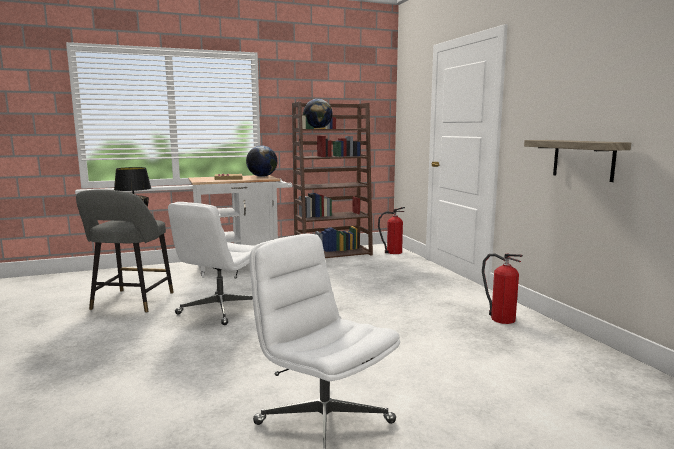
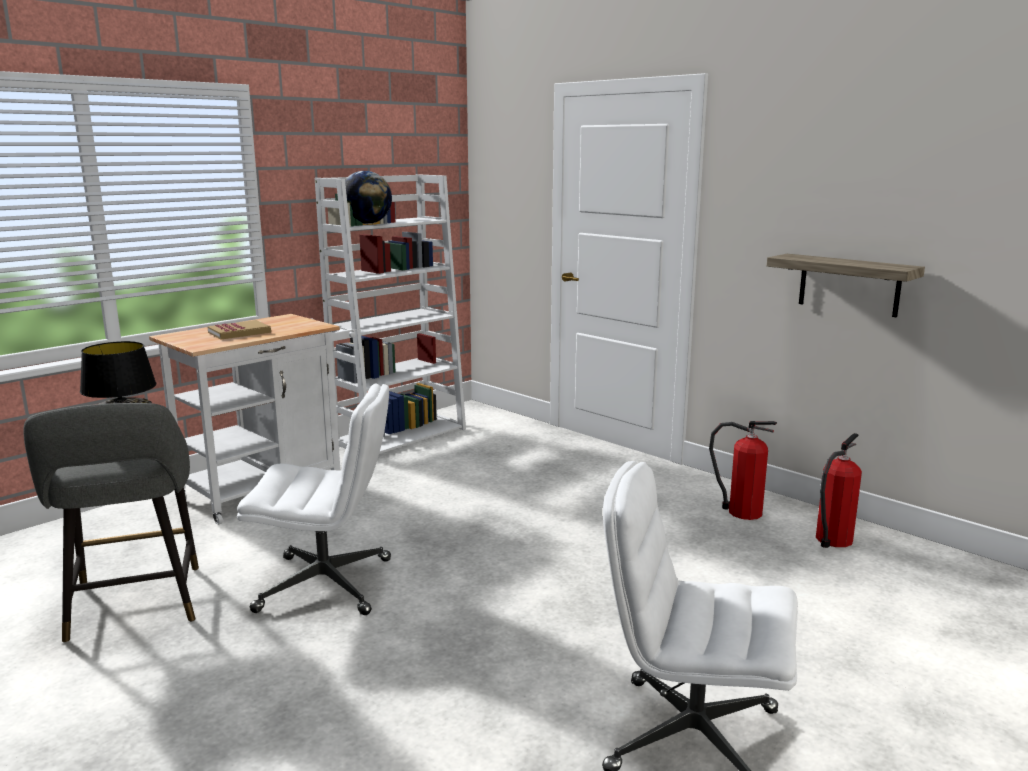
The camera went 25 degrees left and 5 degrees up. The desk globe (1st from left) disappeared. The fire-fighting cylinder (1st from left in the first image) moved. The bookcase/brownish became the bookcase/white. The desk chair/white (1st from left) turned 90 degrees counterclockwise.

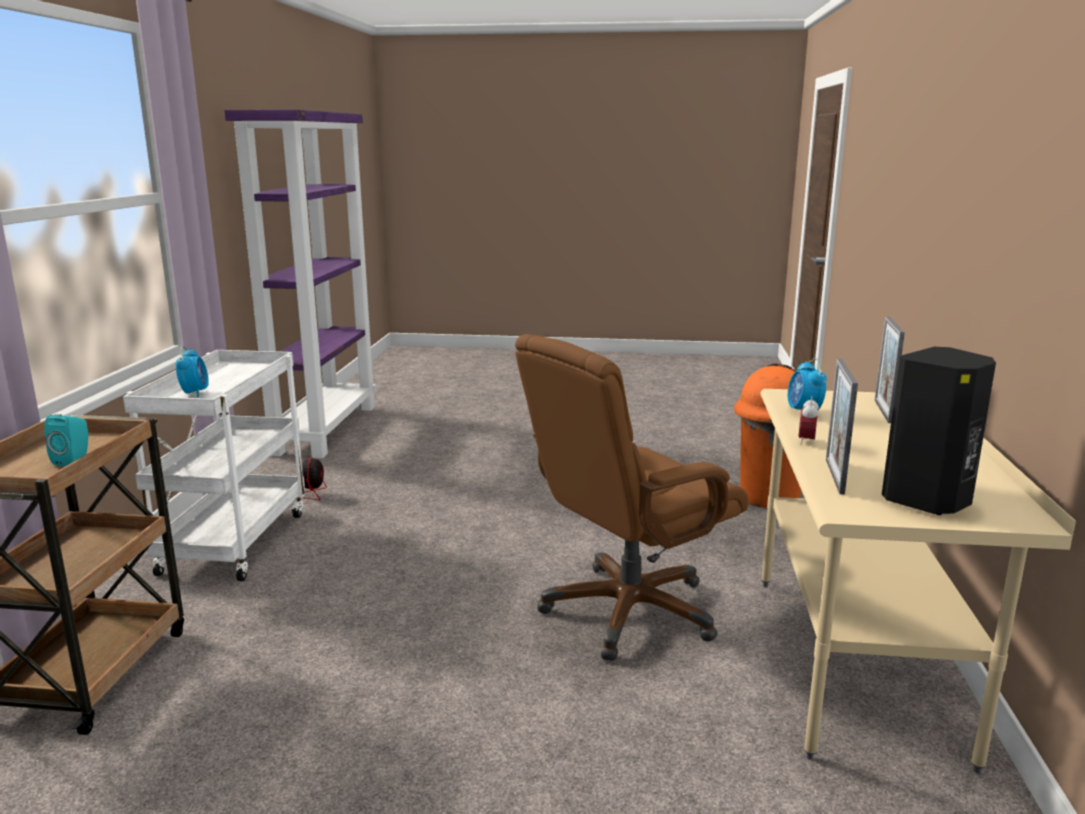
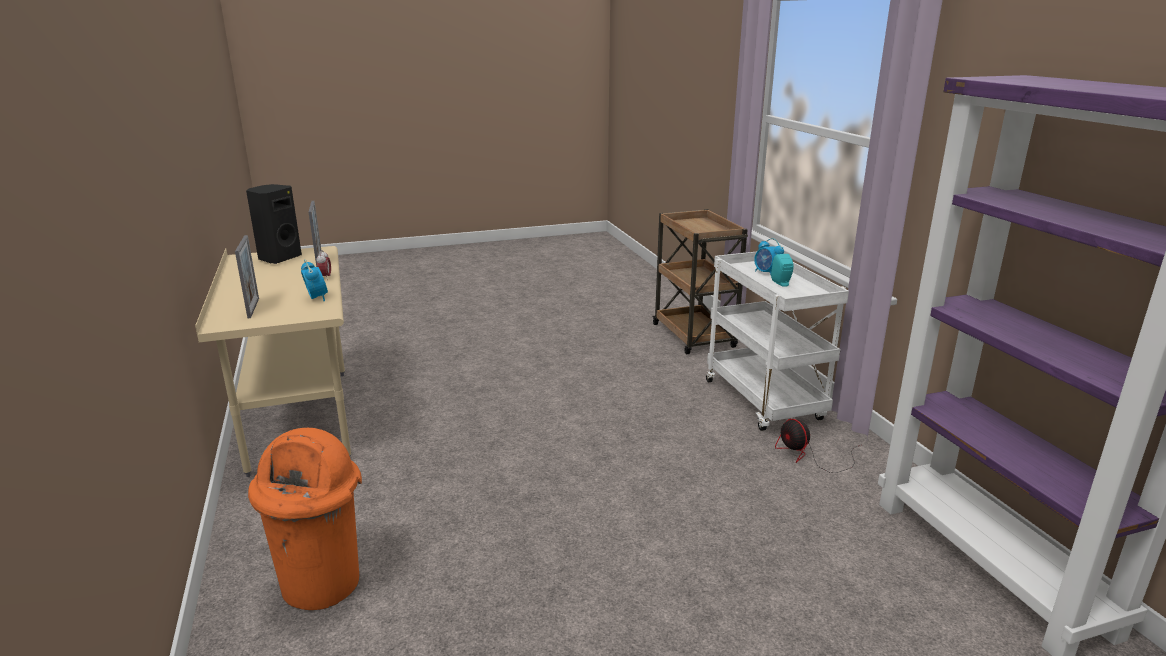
The camera went 155 degrees right and 5 degrees up. The desk chair/brownish disappeared. The audio speaker/blue-green moved.

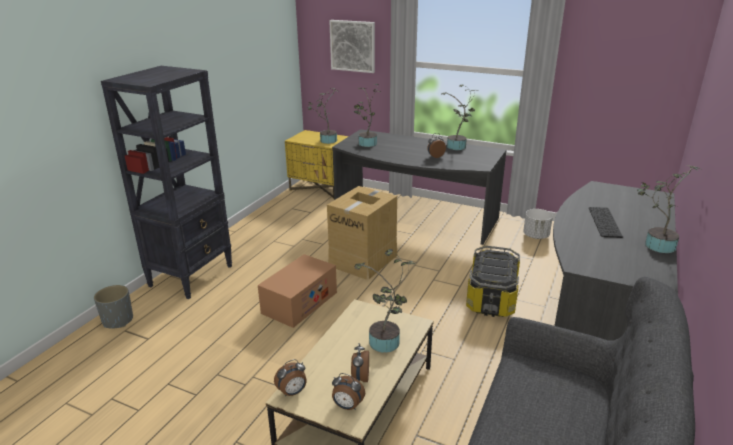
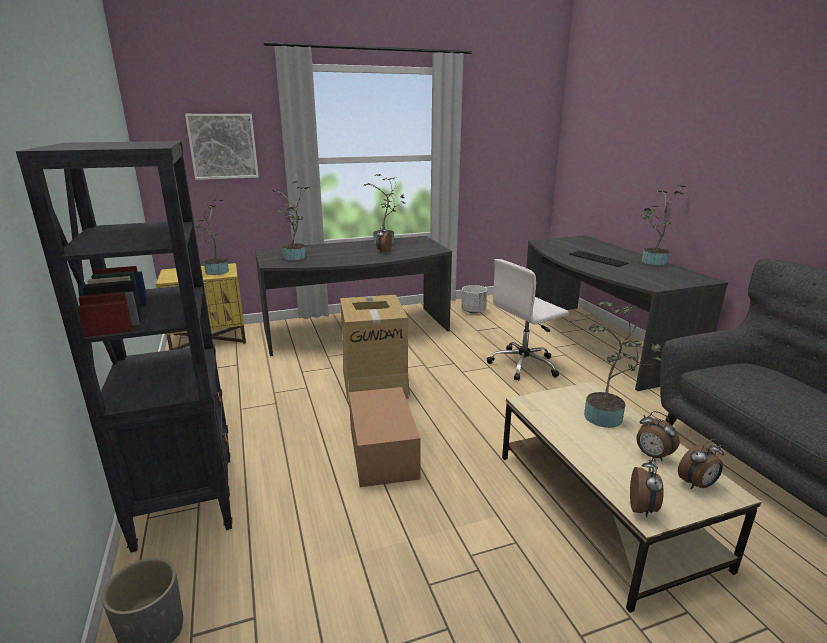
The camera went 45 degrees left and 5 degrees down. The storage box was replaced by the desk chair/white.

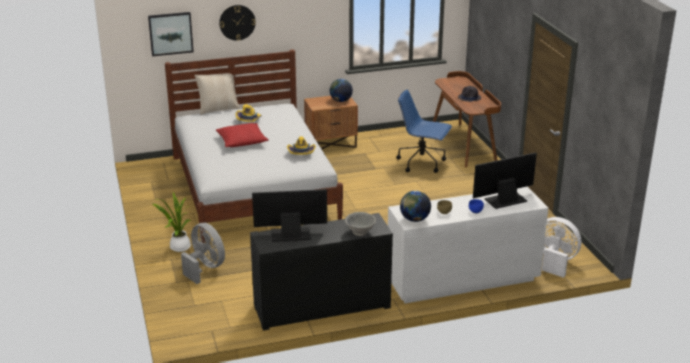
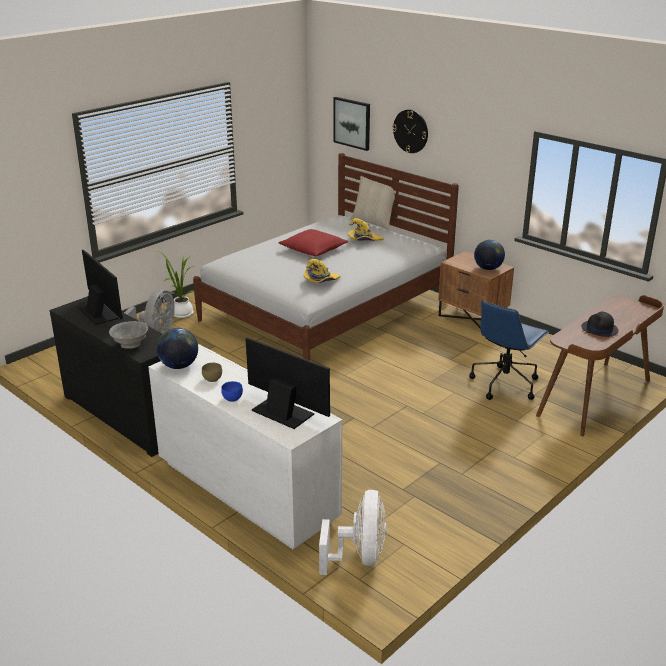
The camera went 60 degrees right and 0 degrees up. The desk chair/blue-coloured turned 135 degrees counterclockwise.

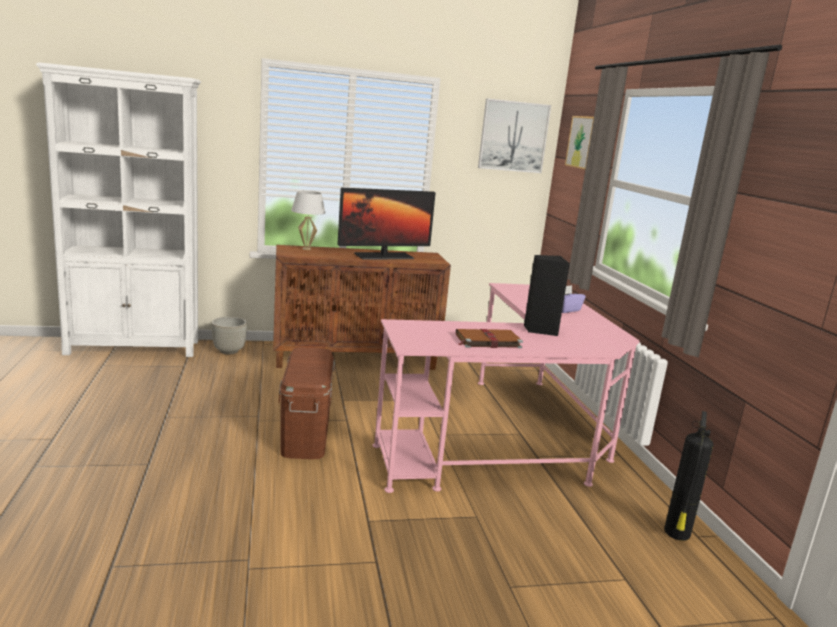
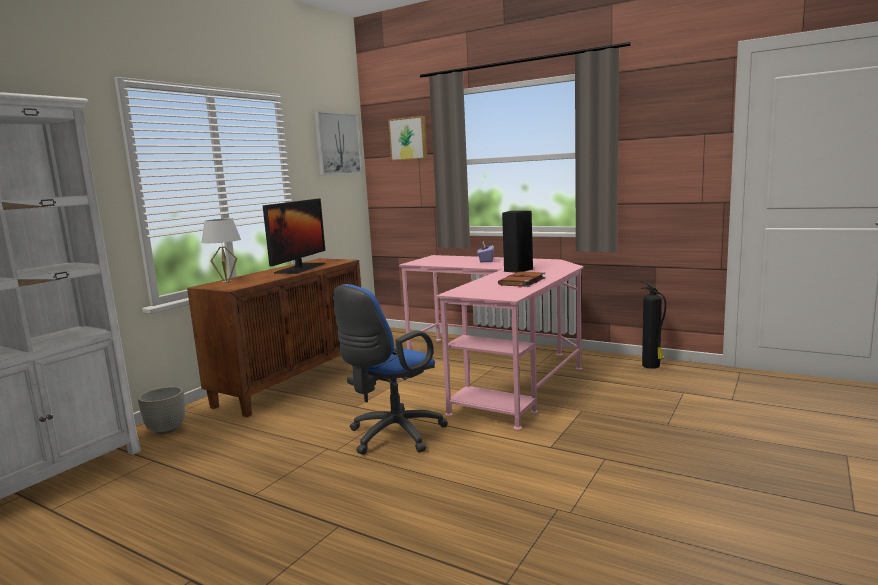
The camera went 45 degrees left and 5 degrees down. The storage box/brownish was replaced by the desk chair/blue-coloured.

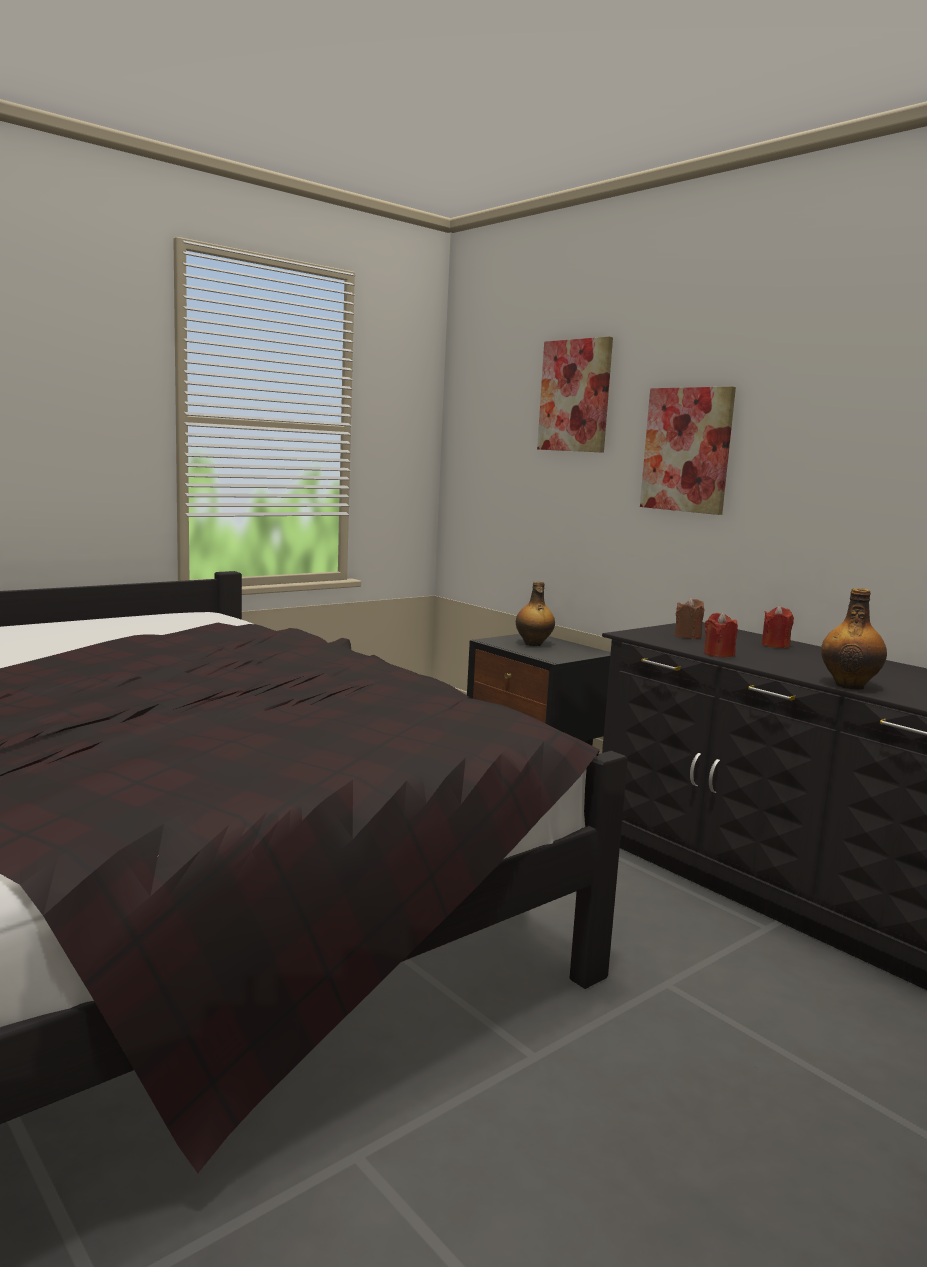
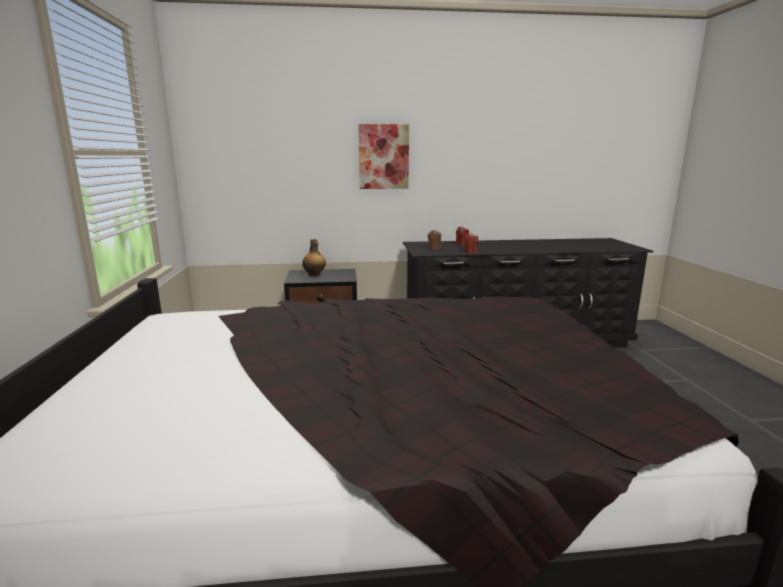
The camera went 55 degrees left and 5 degrees up. The picture (1st from left) disappeared. The bottle (2nd from left) disappeared.

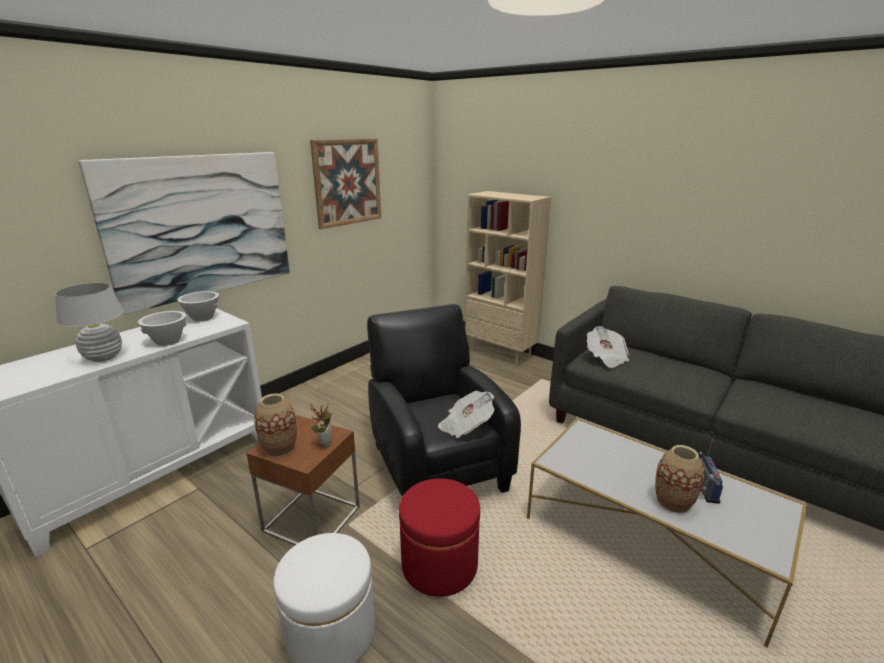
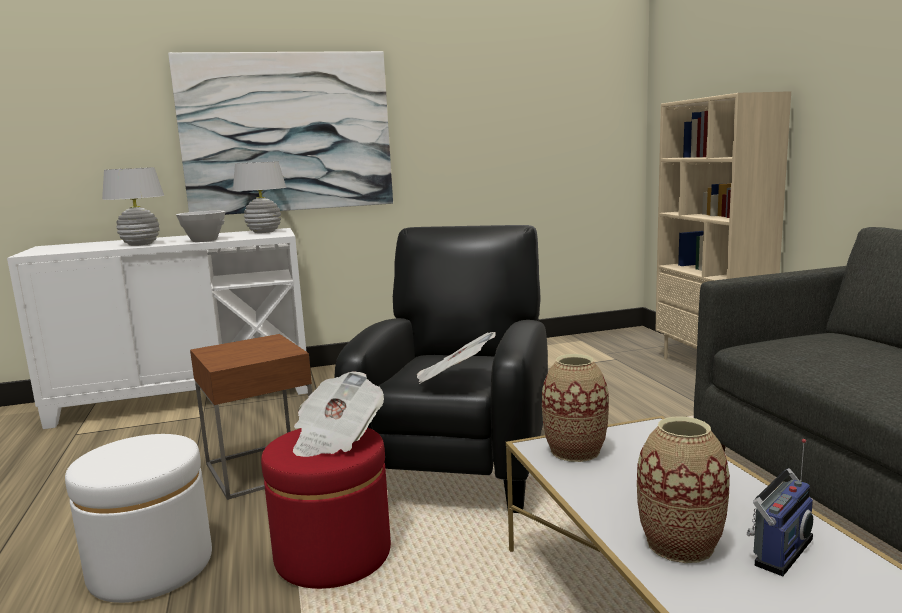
The camera went 35 degrees right and 10 degrees down. The picture (2nd from left) disappeared. The houseplant disappeared. The flower vase (1st from left) moved. The newspaper (2nd from left in the first image) moved. The bowl/white (2nd from left) was replaced by the lamp for a table/white (2nd from left).

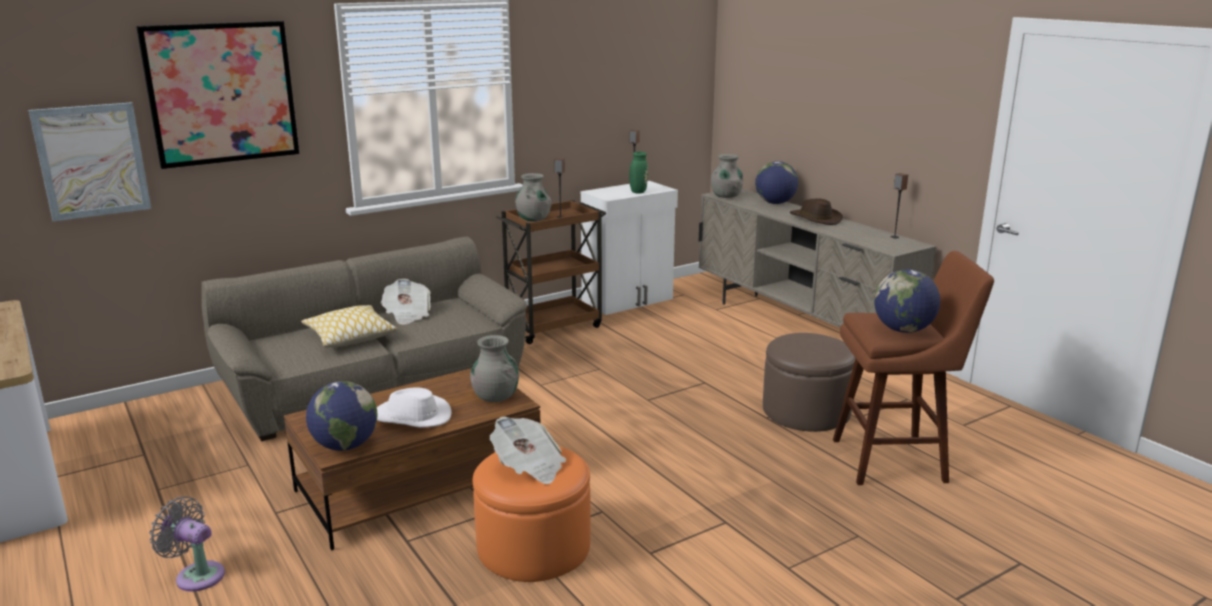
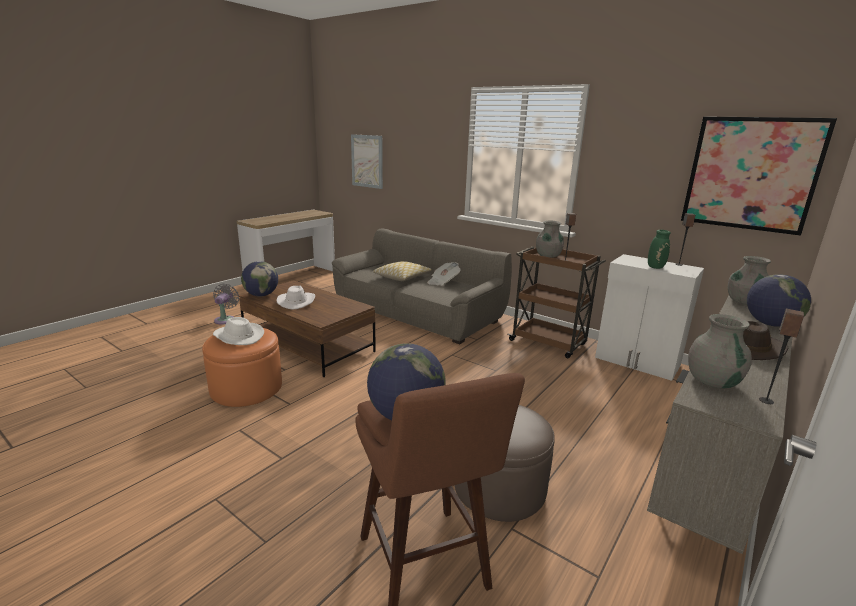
The camera went 70 degrees right and 0 degrees up. The picture (2nd from left) moved. The flower vase/grey (1st from left in the first image) moved. The newspaper (2nd from left) was replaced by the hat/white (1st from left).

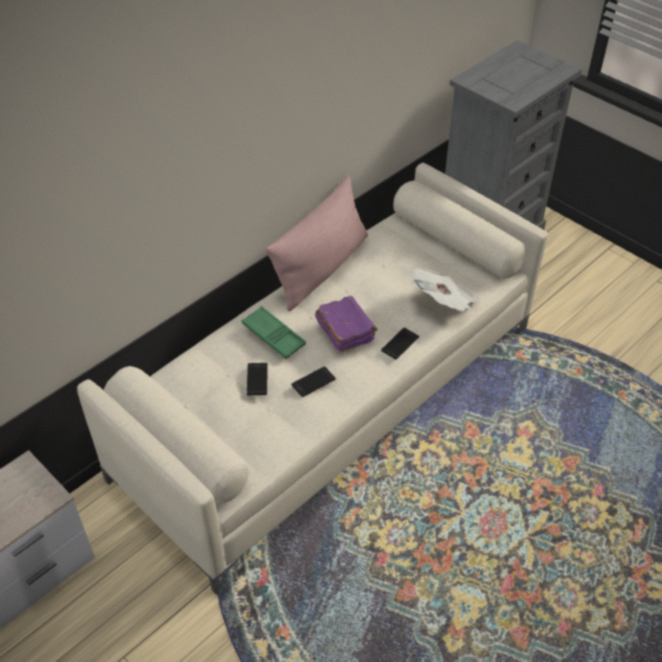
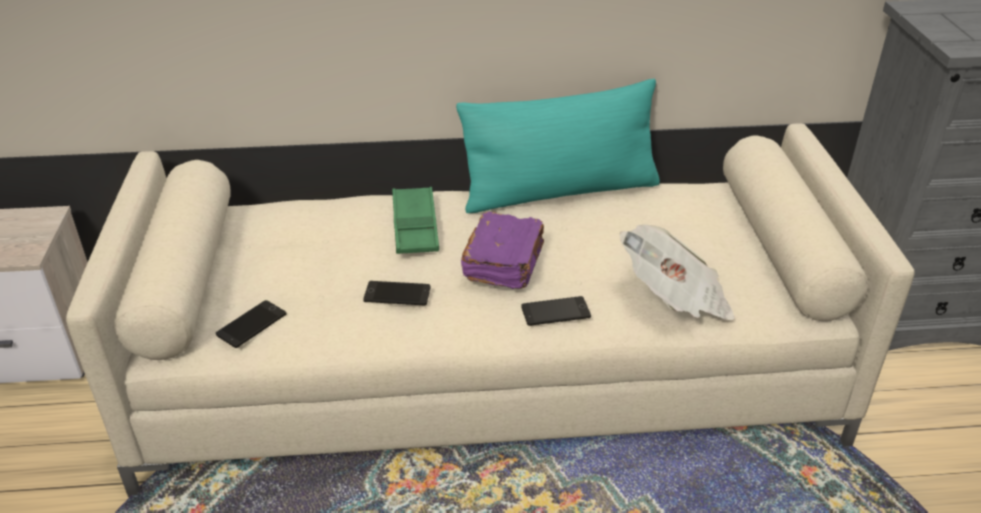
The camera went 40 degrees right and 10 degrees down. The telephone (1st from left) moved. The cushion/pink became the cushion/blue-green.

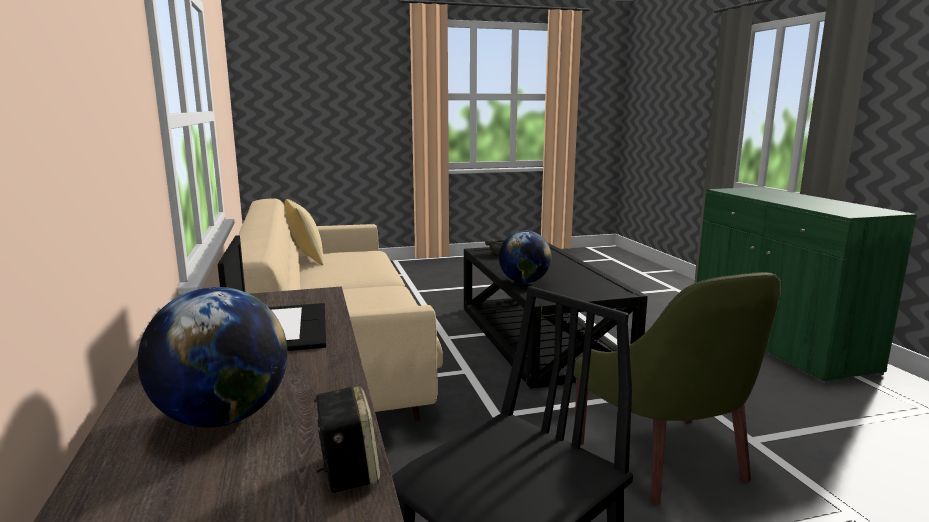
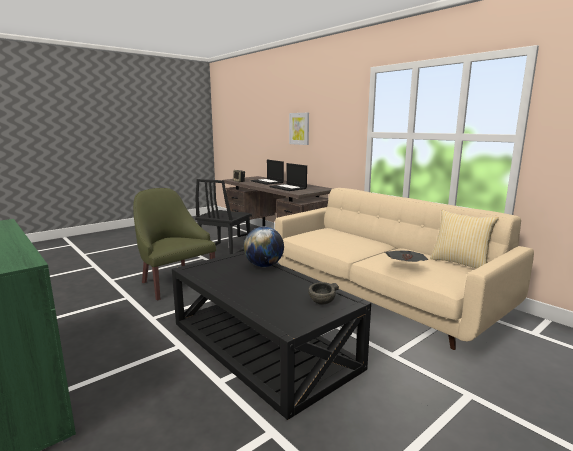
The camera went 155 degrees right and 0 degrees up. The picture appeared. The newspaper appeared. The desk globe (1st from left) was replaced by the laptop (1st from left).

